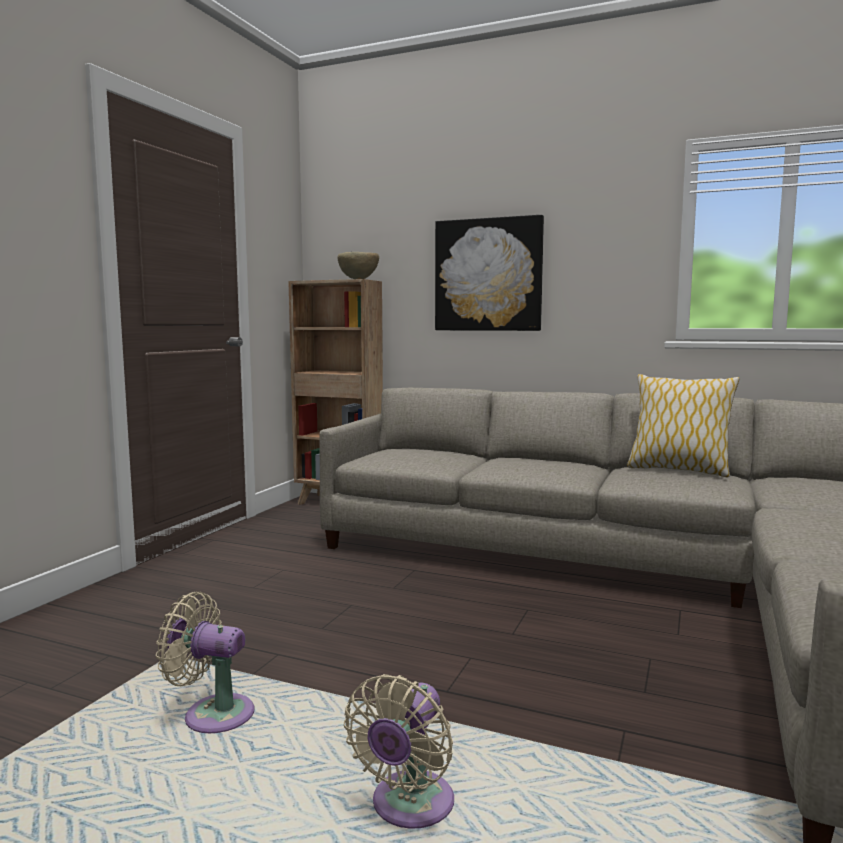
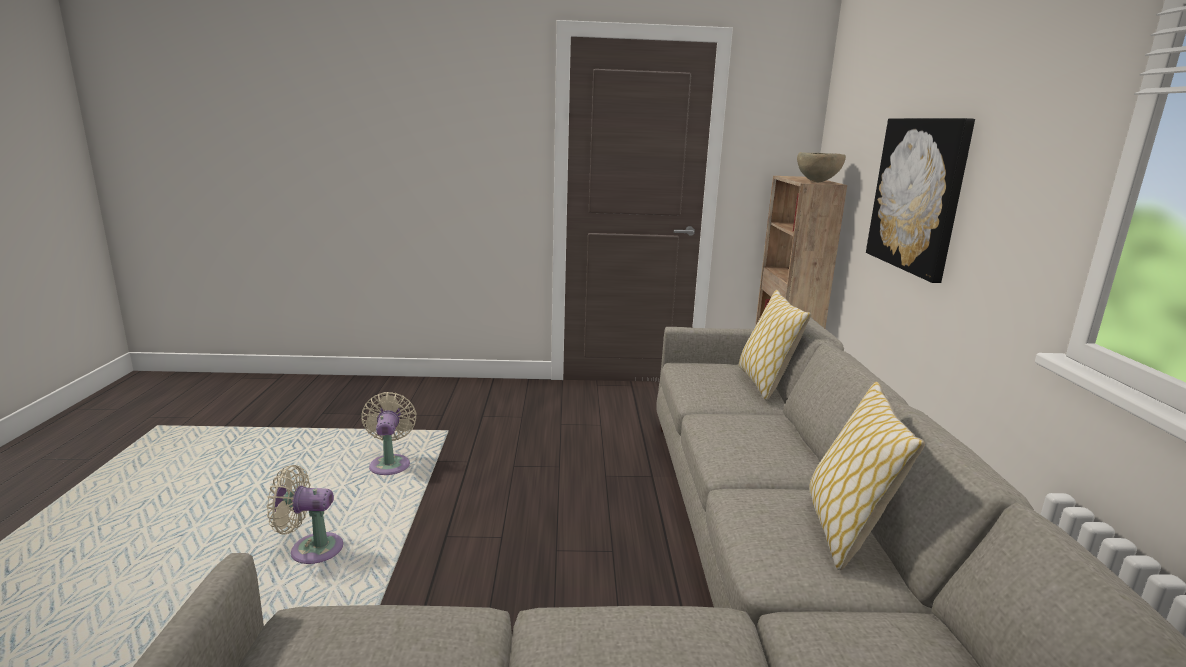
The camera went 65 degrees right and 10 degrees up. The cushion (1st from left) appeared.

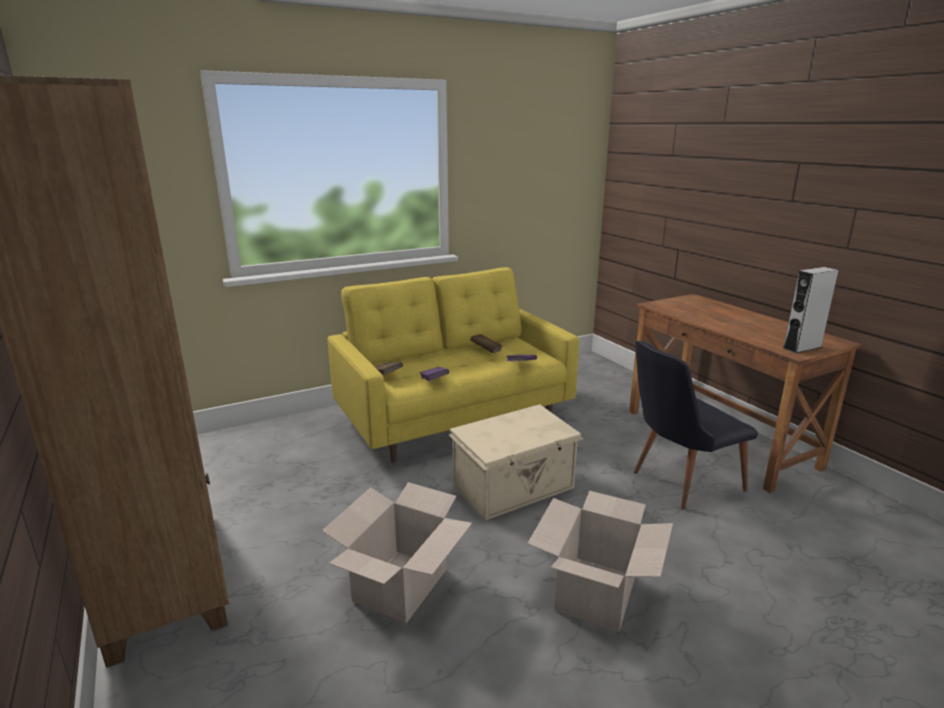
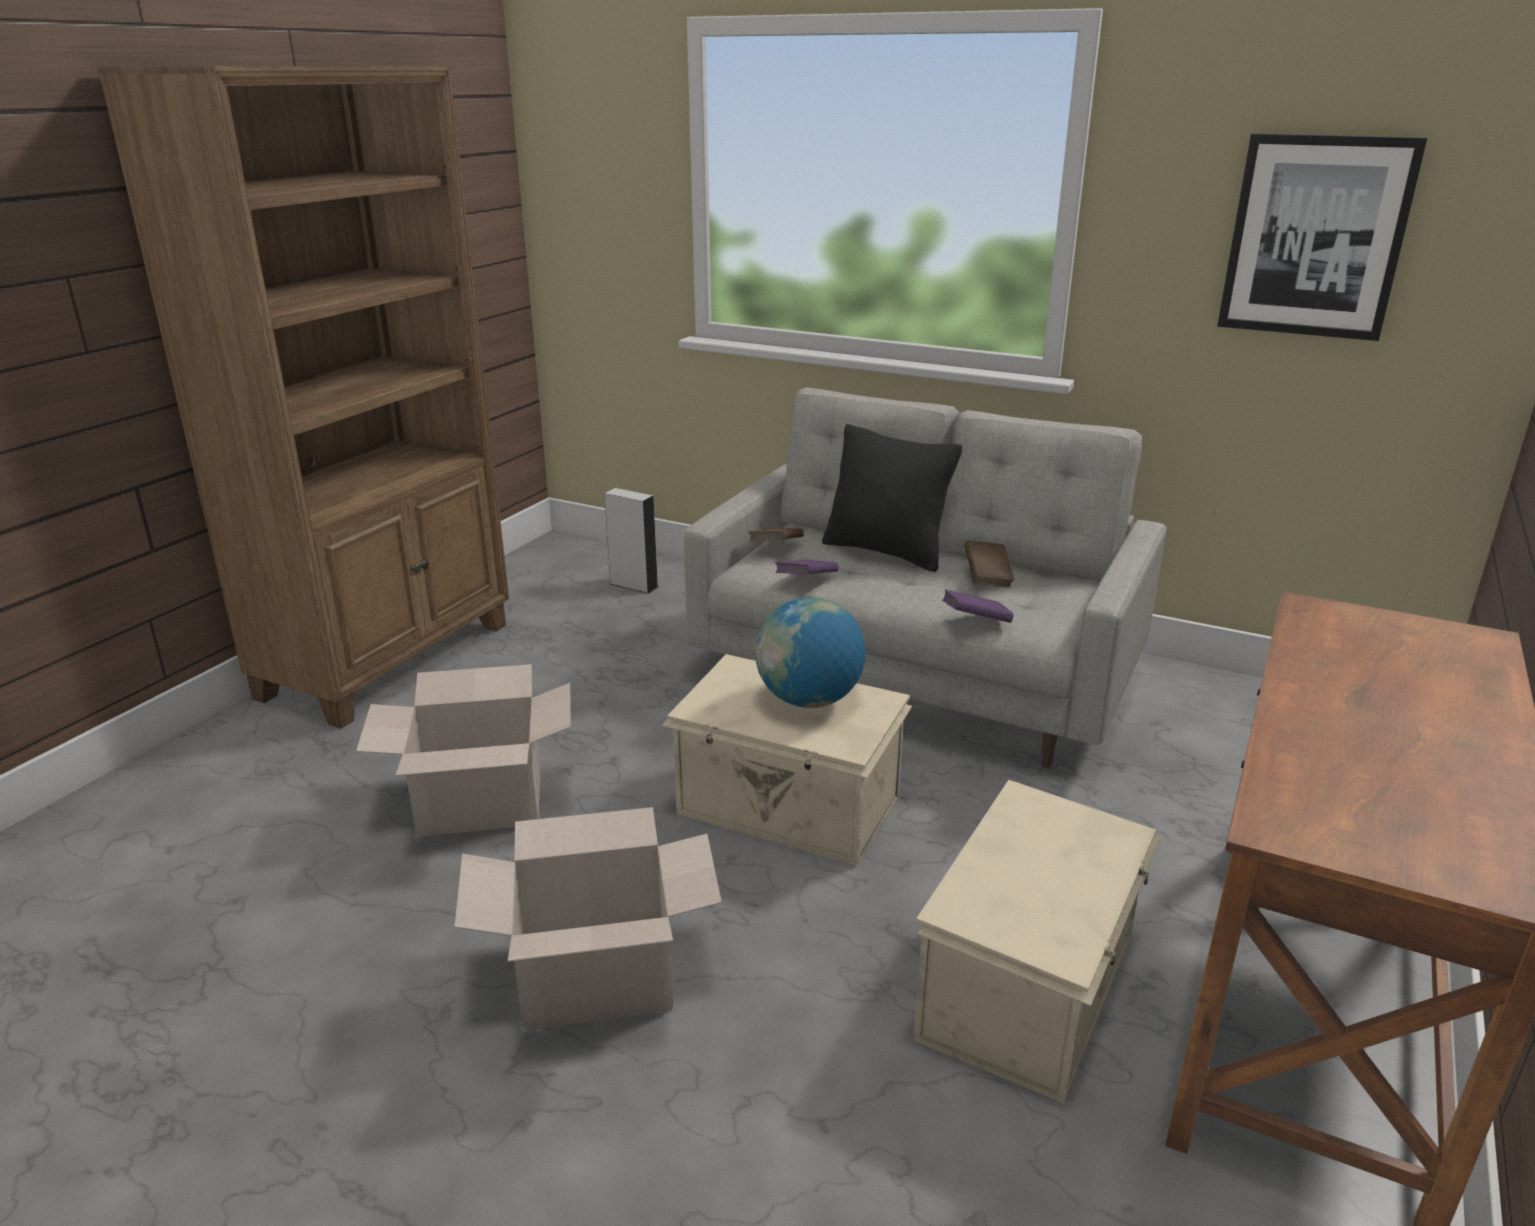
The camera went 55 degrees right and 5 degrees up. The desk globe appeared. The cushion/black appeared. The picture appeared. The audio speaker/grey moved. The plain chair/black was replaced by the storage box/beige (2nd from left). The sofa/yellow became the sofa/grey.

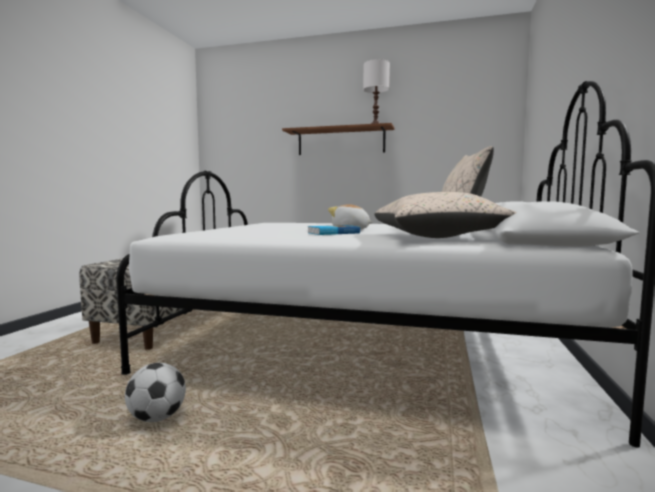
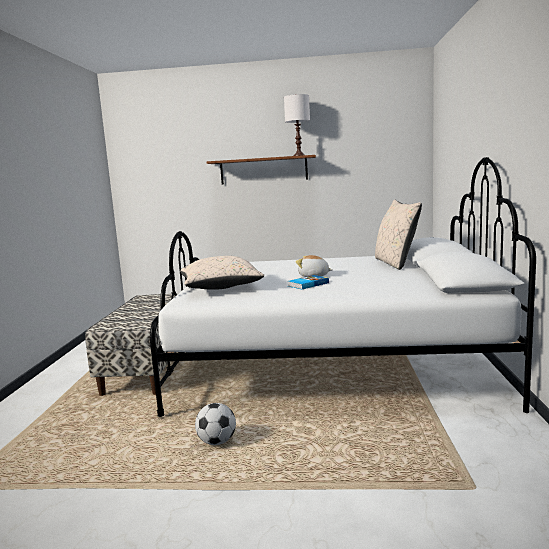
The camera went 10 degrees left and 5 degrees up. The cushion/beige (1st from left) moved.

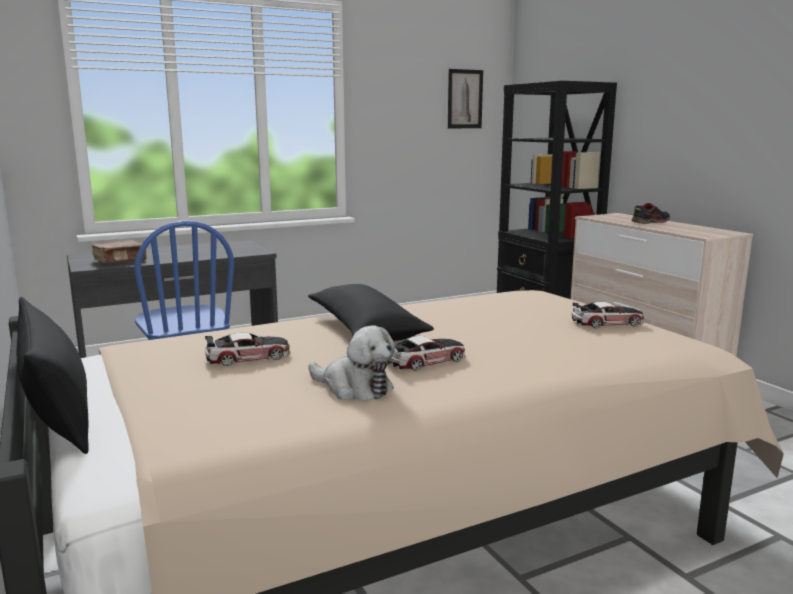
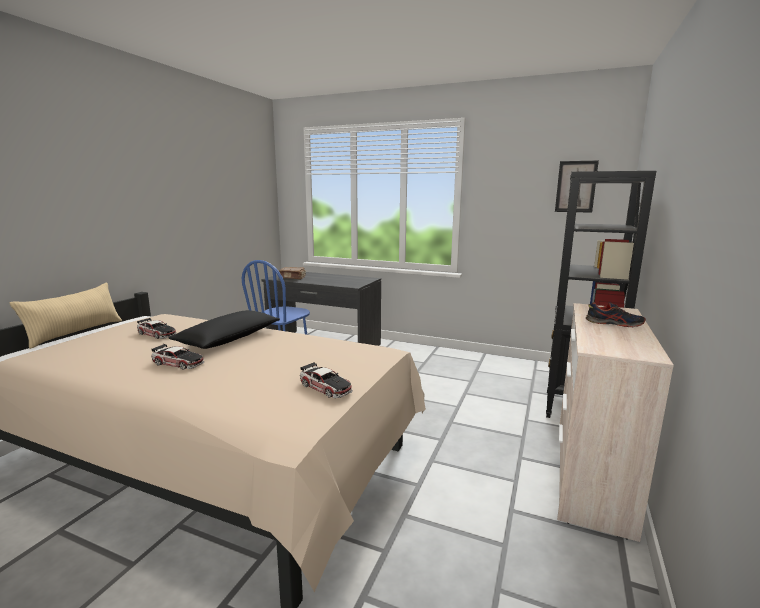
The camera went 50 degrees right and 0 degrees up. The cuddly toy disappeared. The cushion/black (1st from left) became the cushion/beige.

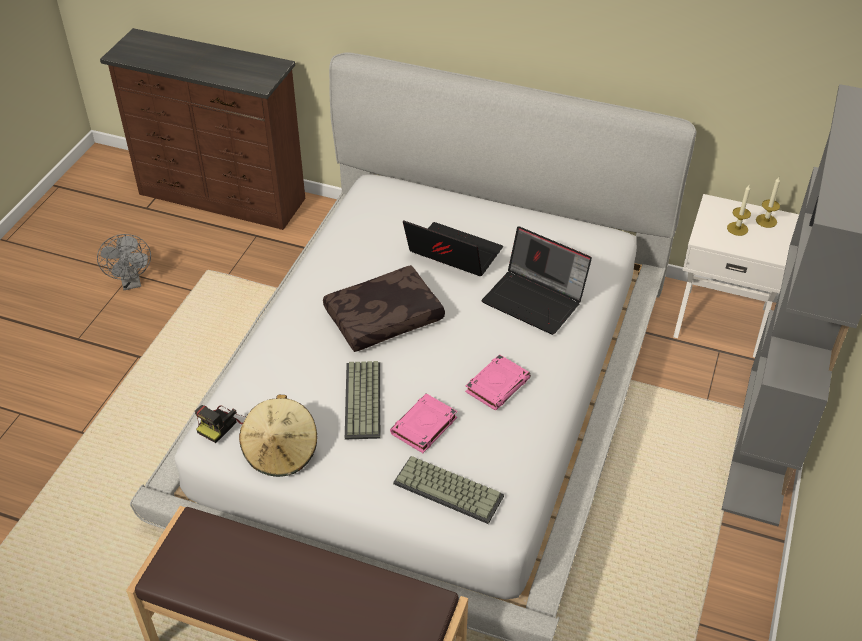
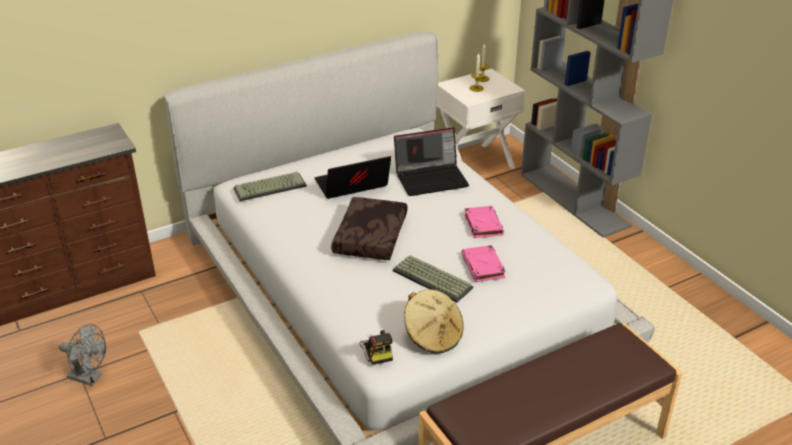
The camera went 50 degrees left and 10 degrees down. The computer keyboard (2nd from left in the first image) moved.

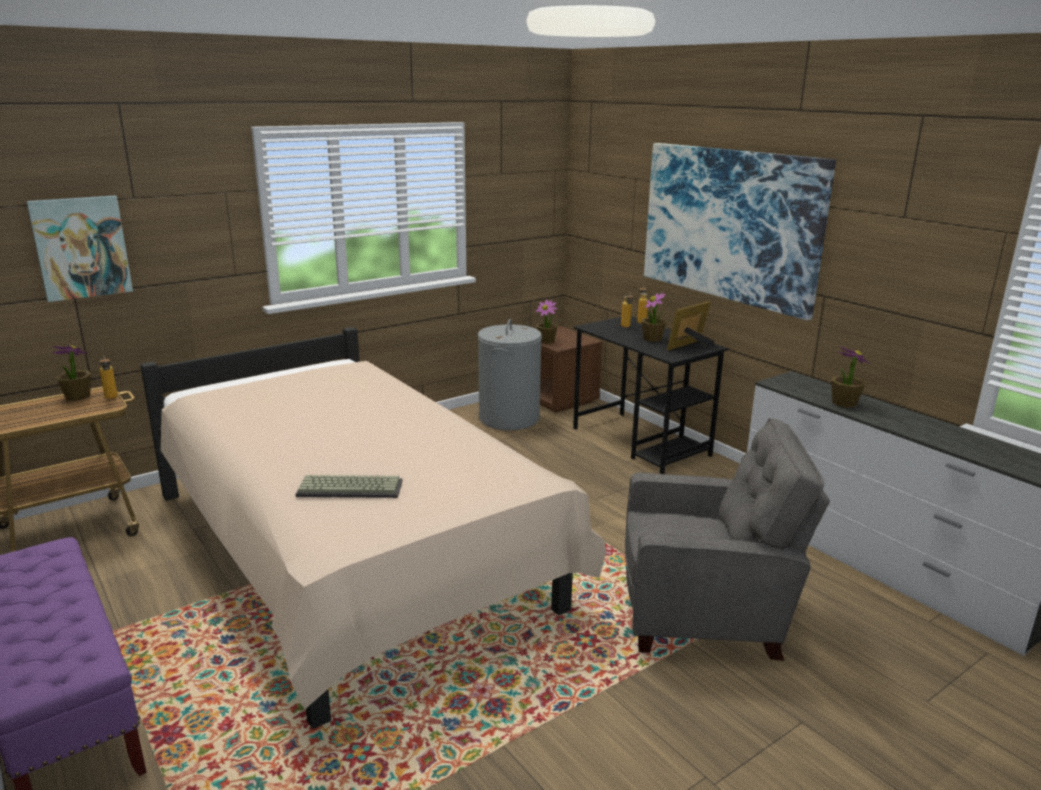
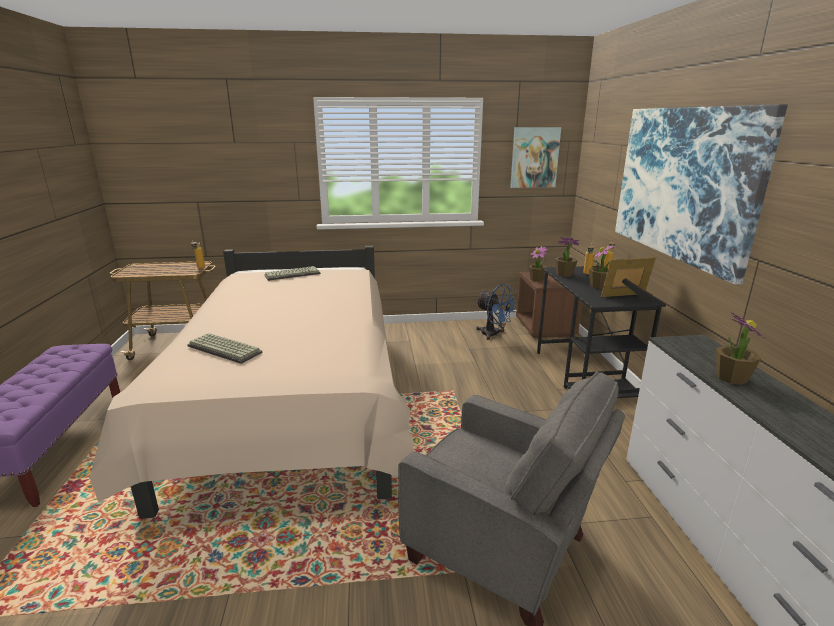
The camera went 30 degrees right and 0 degrees up. The computer keyboard (2nd from left) appeared. The picture (1st from left) moved. The houseplant (1st from left in the first image) moved. The washing basket/grey was replaced by the electric fan/blue-coloured.

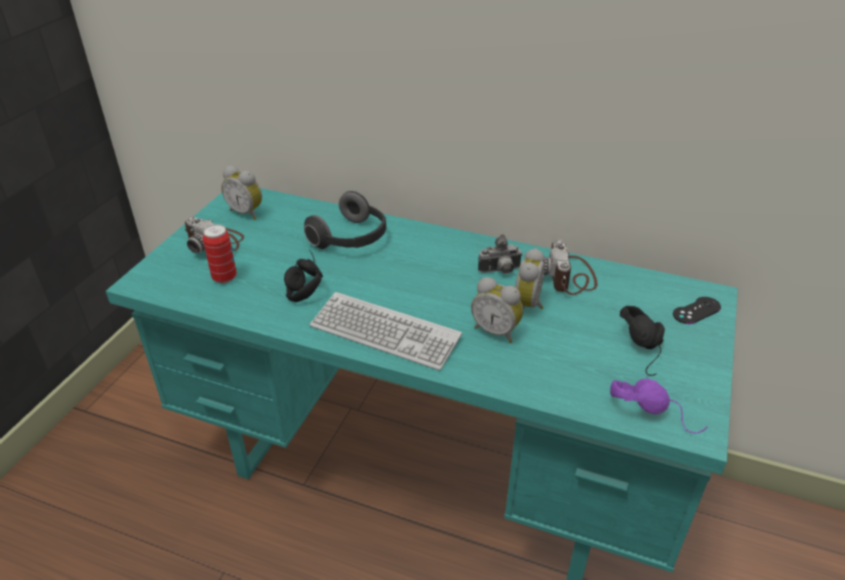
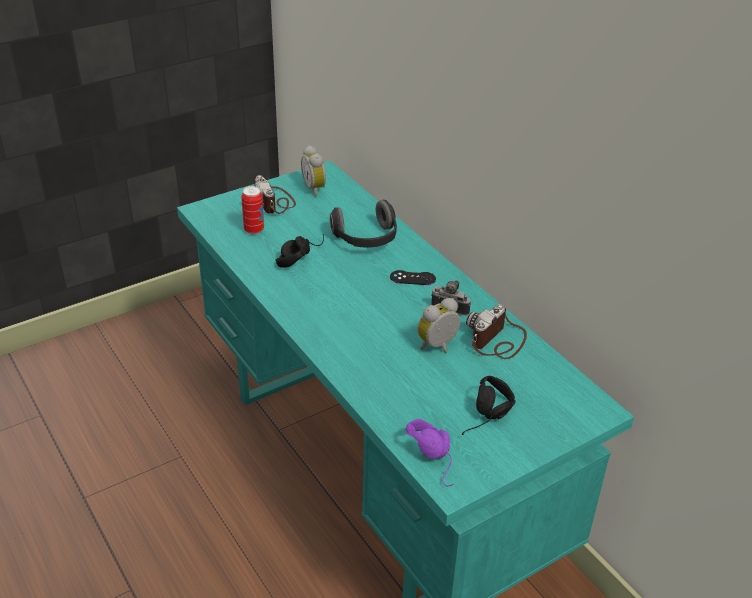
The camera went 35 degrees right and 0 degrees up. The computer keyboard disappeared. The table clock (2nd from left) disappeared. The joypad/black moved.

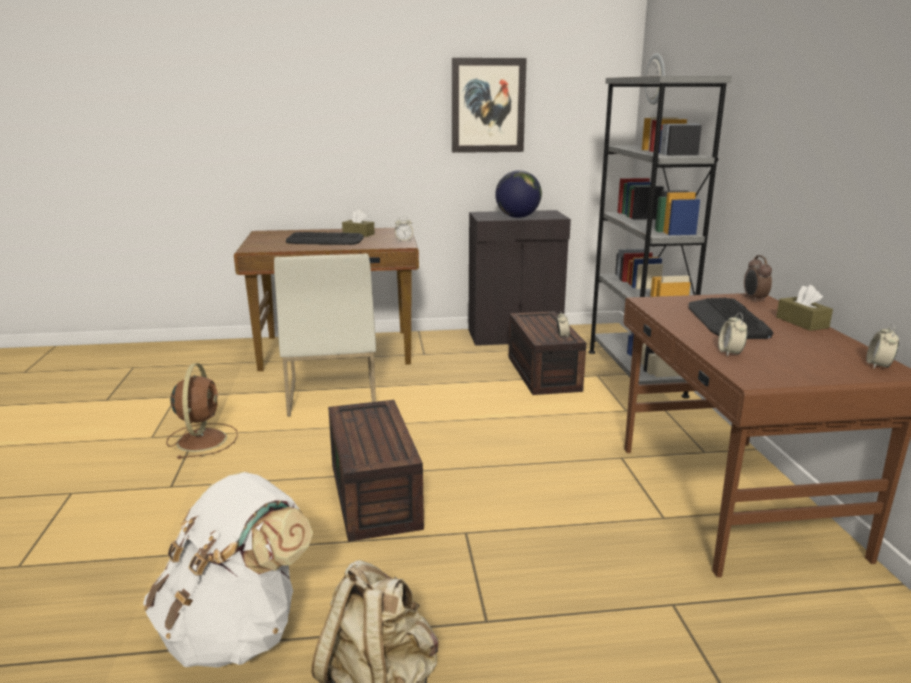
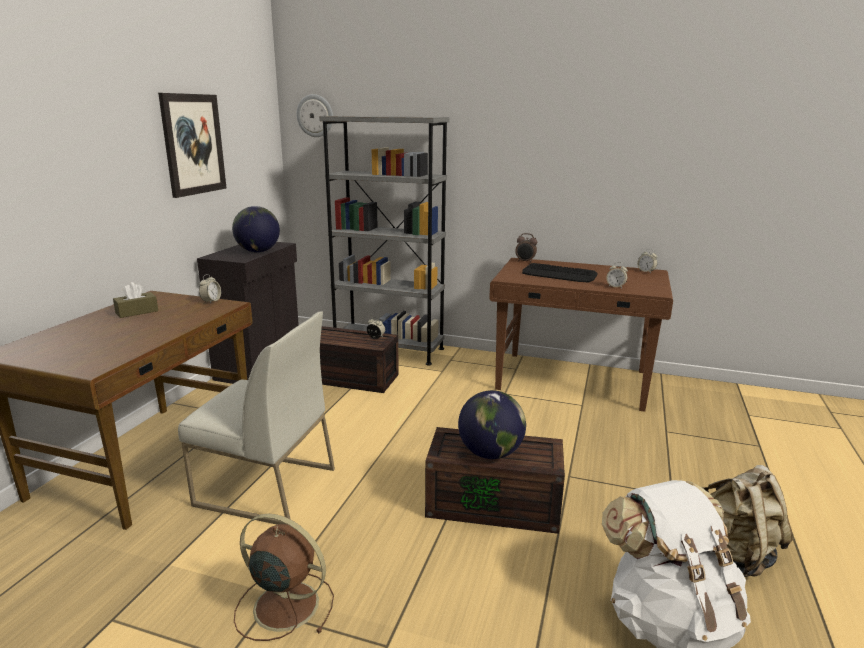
The camera went 65 degrees left and 0 degrees up. The computer keyboard (1st from left) disappeared. The tissue box/brownish (2nd from left) disappeared. The desk globe (2nd from left) appeared.

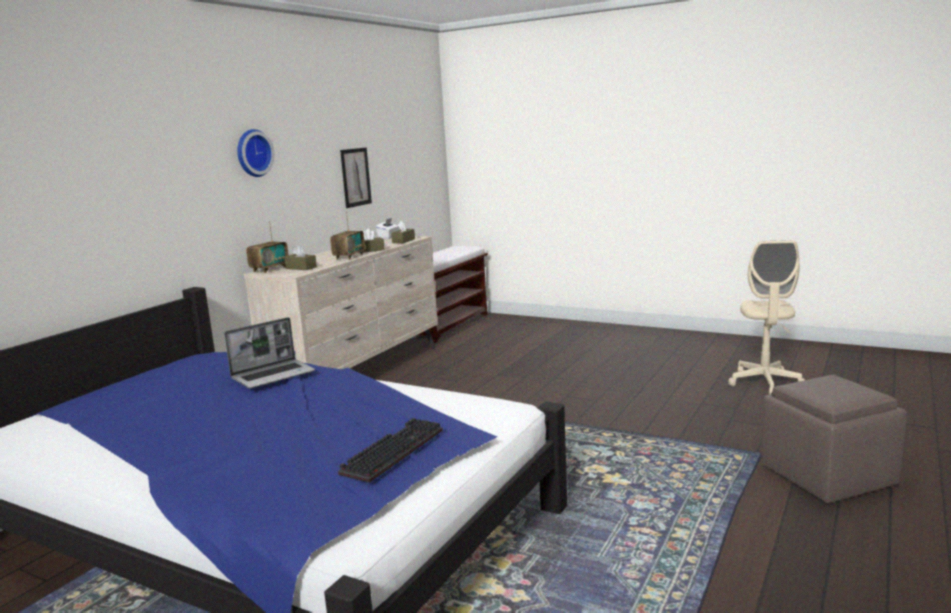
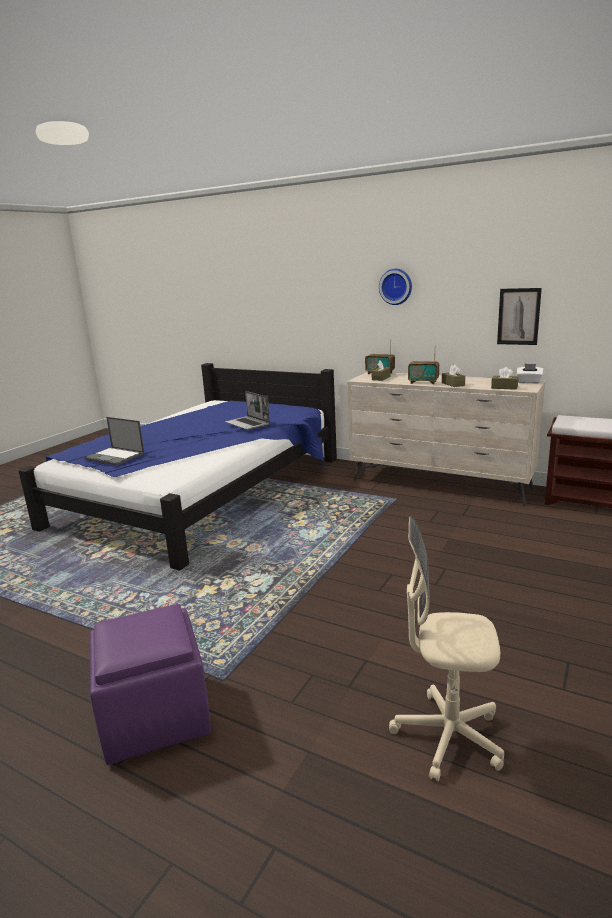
The camera went 90 degrees right and 5 degrees up. The computer keyboard was replaced by the laptop (1st from left). The ottoman/brownish became the ottoman/purple-coloured.

